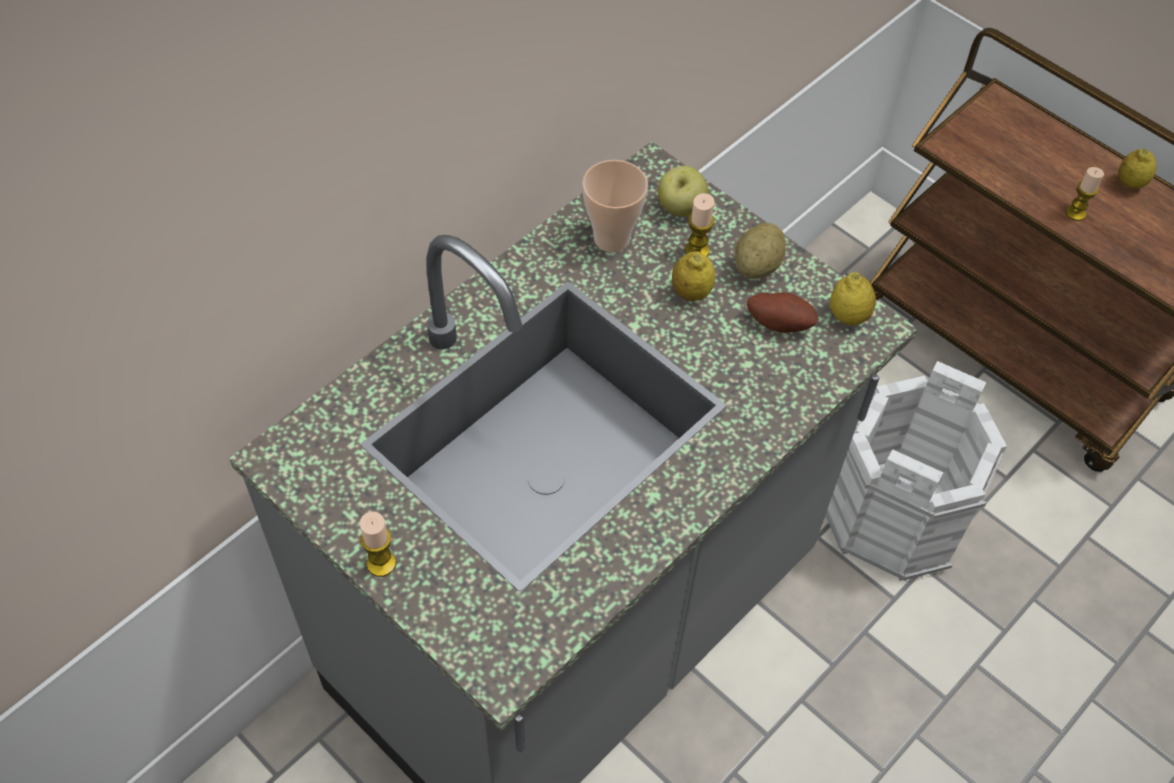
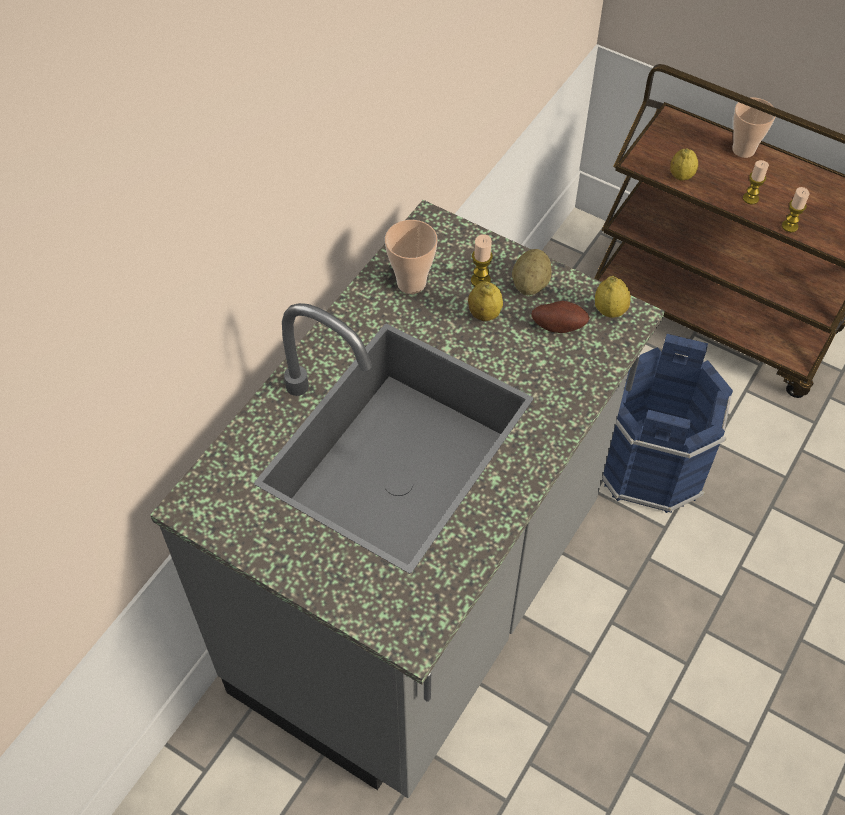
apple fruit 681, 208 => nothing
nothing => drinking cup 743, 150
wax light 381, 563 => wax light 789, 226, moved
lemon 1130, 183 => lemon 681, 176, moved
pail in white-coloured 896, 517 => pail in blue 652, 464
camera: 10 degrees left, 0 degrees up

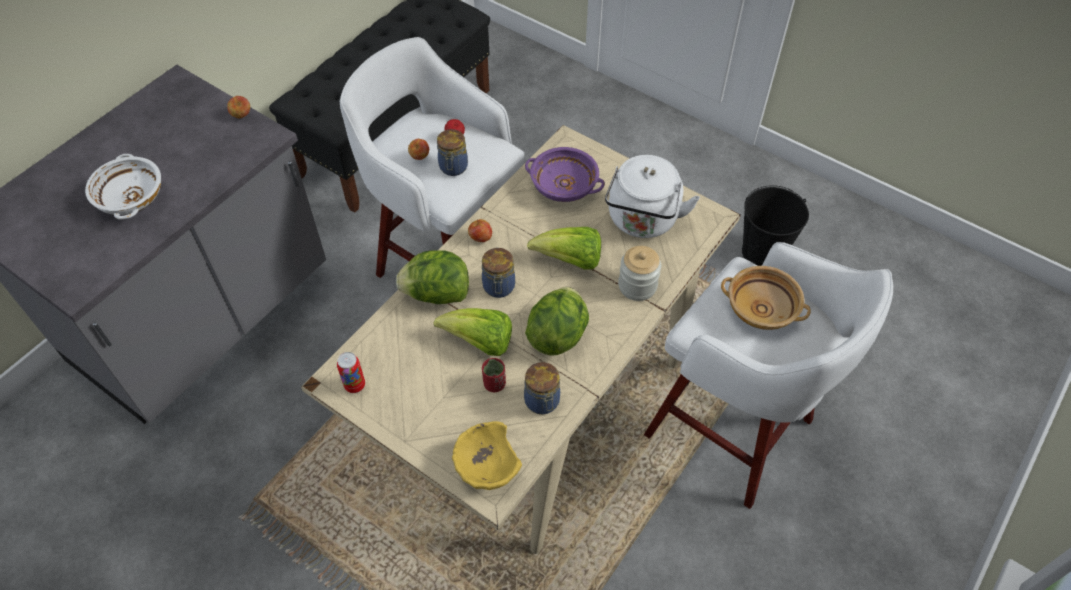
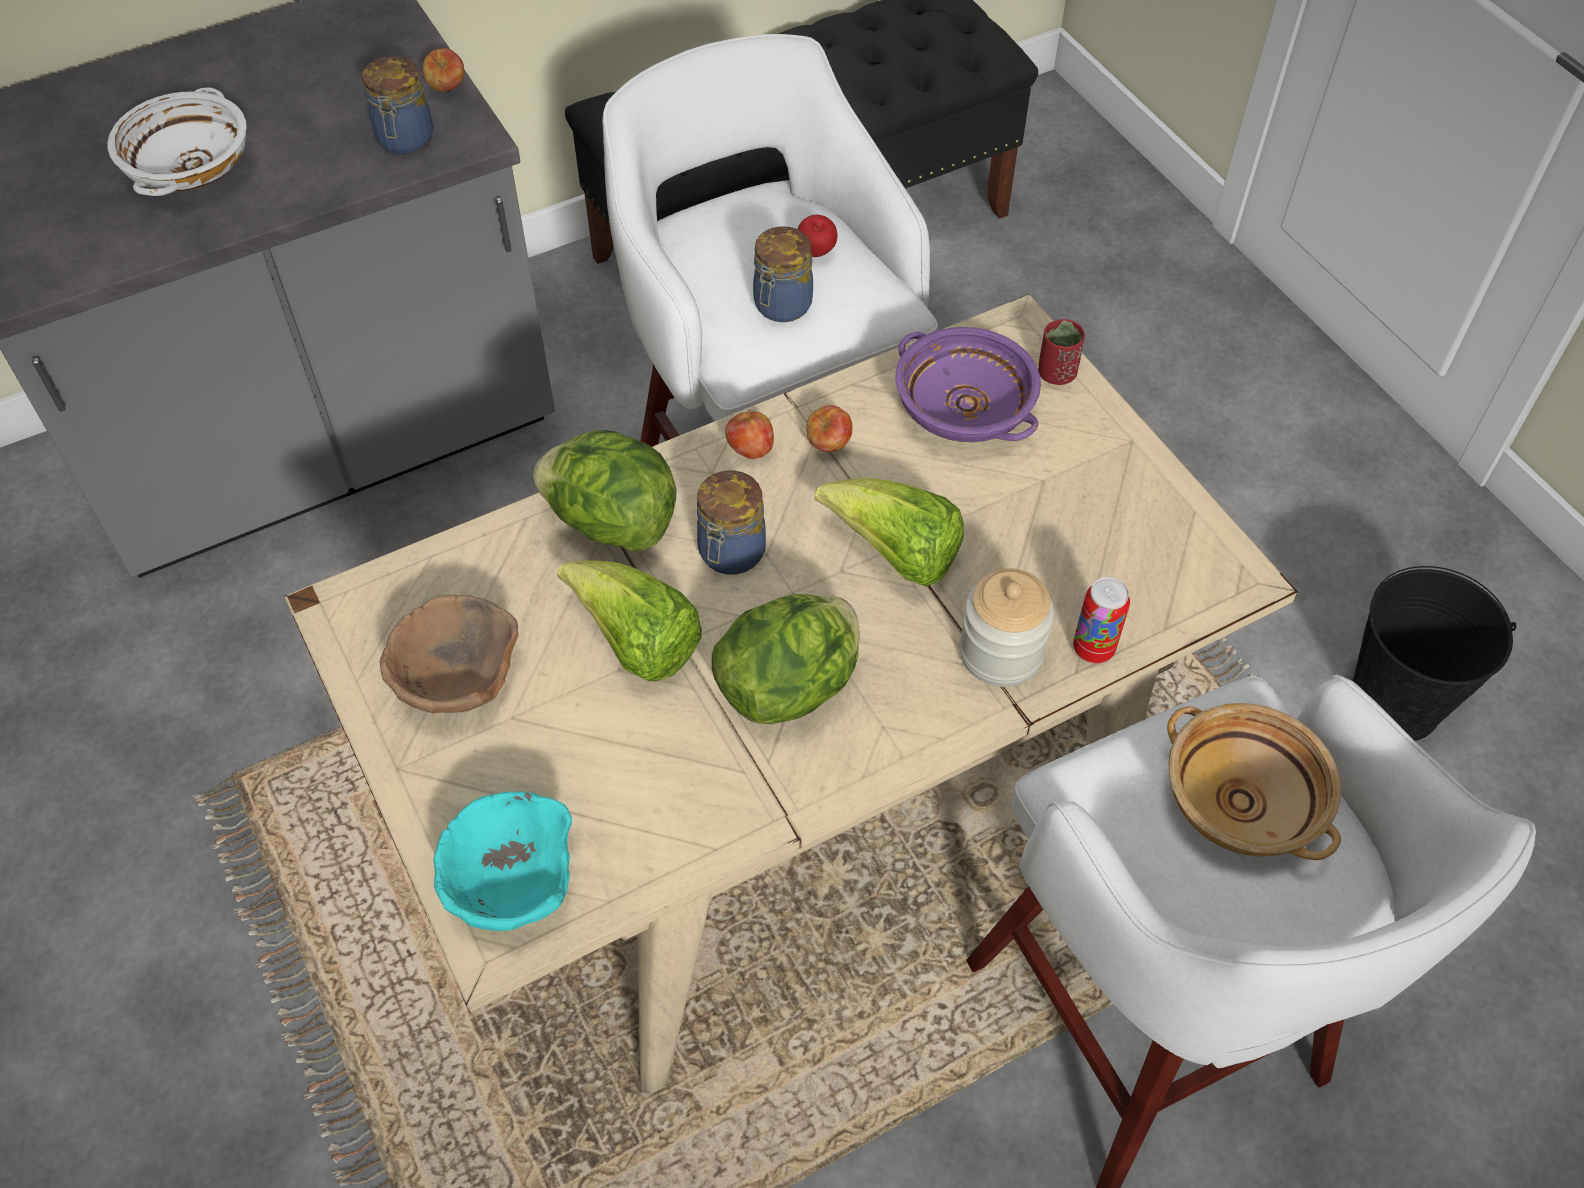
tea kettle in white-coloured 642, 221 => nothing
nothing => deep dish in brown 456, 679
metal can 355, 385 => metal can 1093, 649, moved
apple fruit 420, 157 => apple fruit 829, 445, moved
drinking cup in reddish 494, 384 => drinking cup in reddish 1056, 373, moved
jar 542, 402 => jar 405, 140, moved
deep dish in yellowish 486, 467 => deep dish in turquoise-coloured 510, 883
camera: 25 degrees right, 0 degrees up

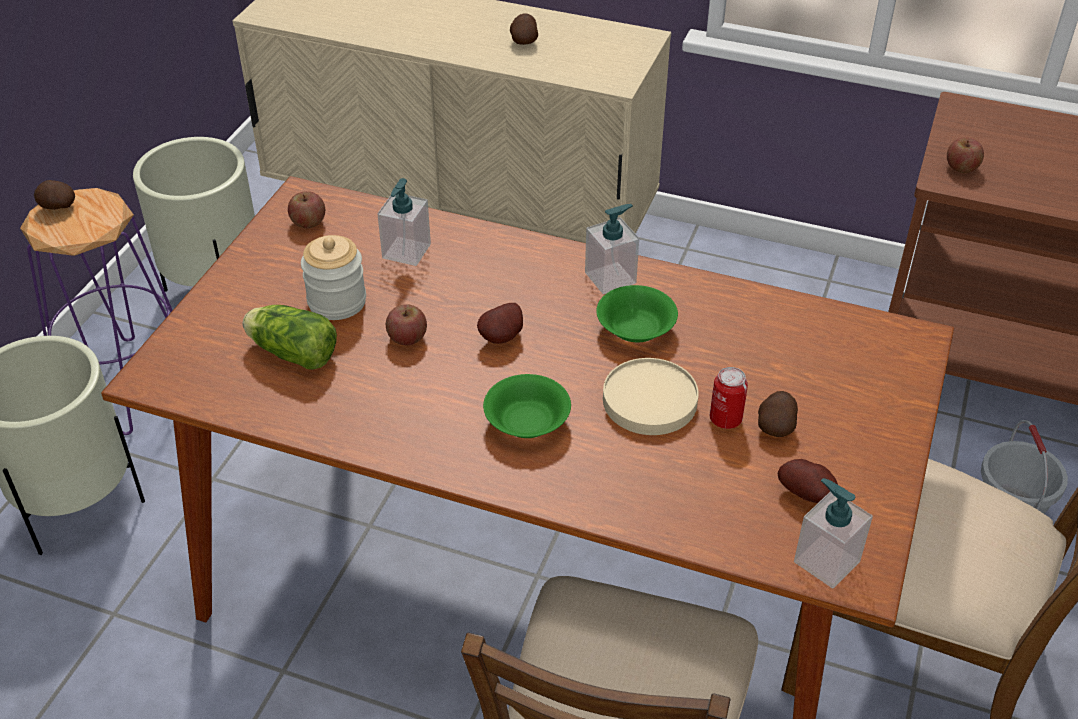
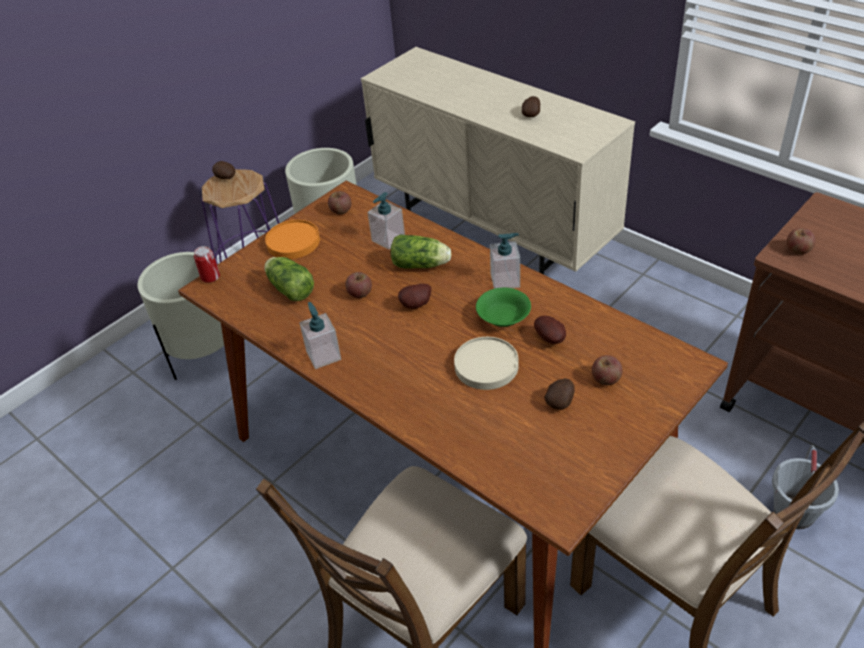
jar 337, 302 => nothing
deep dish in green-coloured 528, 422 => nothing
nothing => flat dish in orangey 293, 242
nothing => lettuce head 422, 265
nothing => apple fruit 606, 379
metal can 725, 419 => metal can 210, 277, moved
spud 807, 494 => spud 551, 339, moved
soap bottle 826, 561 => soap bottle 323, 355, moved
camera: 25 degrees right, 0 degrees up

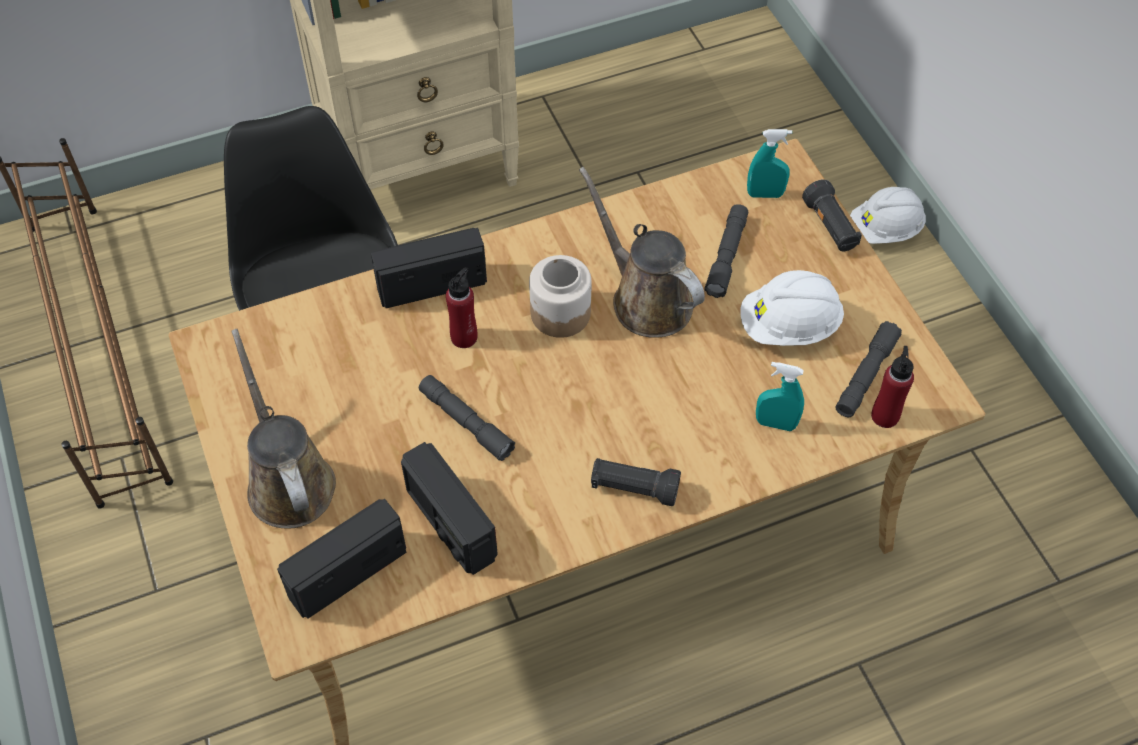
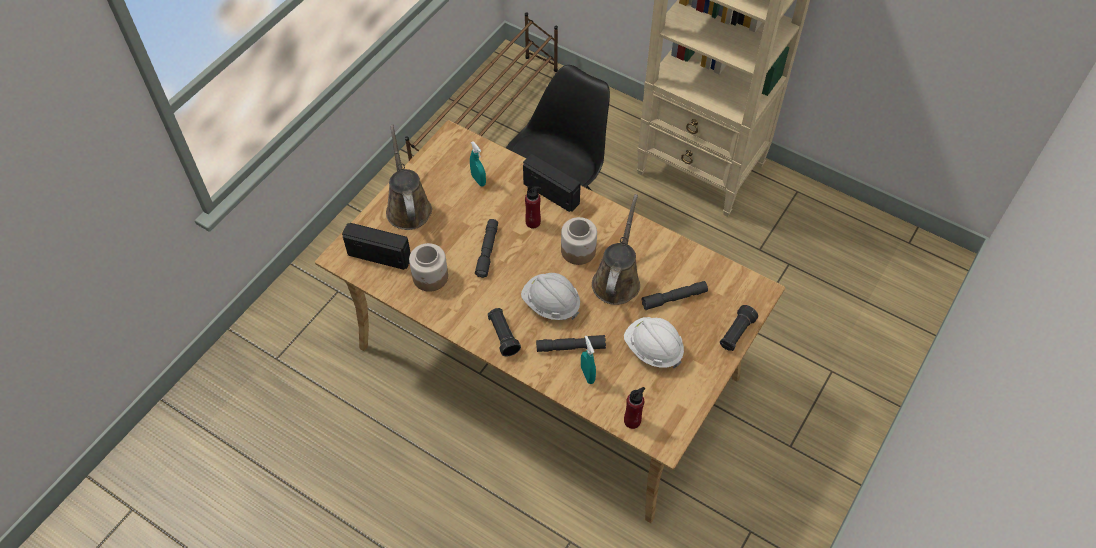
hand sprayer in turquoise-coloured 765, 194 => hand sprayer in turquoise-coloured 478, 180, moved
hand torch in greyish 866, 375 => hand torch in greyish 570, 347, moved
hard hat in white-coloured 885, 230 => hard hat in white-coloured 550, 304, moved
radio receiver 450, 524 => jar 430, 277
watering pot in brown 288, 480 => watering pot in brown 408, 207, 45 degrees counterclockwise
camera: 55 degrees right, 0 degrees up

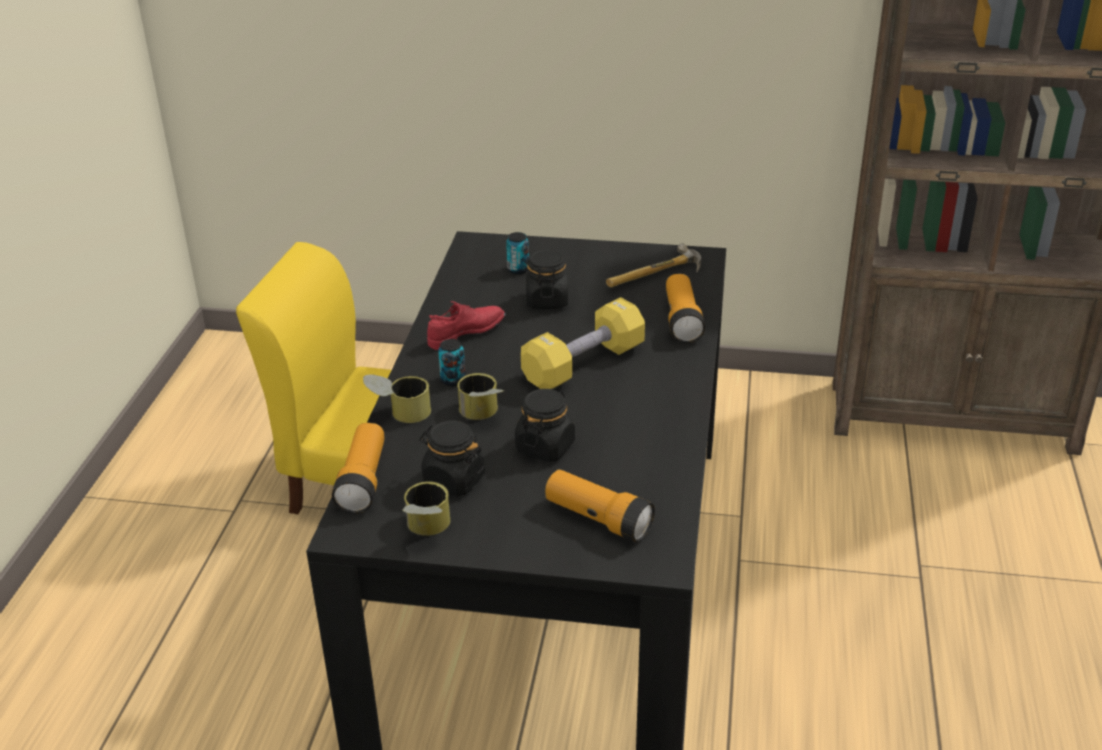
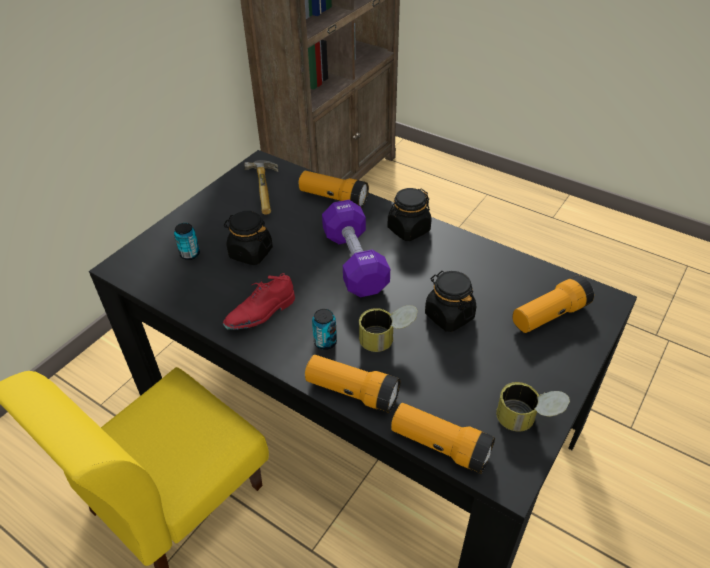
jar in black 453, 480 => jar in black 408, 229, moved
metal can 399, 413 => hand torch 352, 392
dumbbell in yellowish 583, 364 => dumbbell in purple 355, 262
low shoe in reddish 466, 333 => low shoe in reddish 261, 313, 120 degrees counterclockwise
camera: 65 degrees left, 10 degrees up

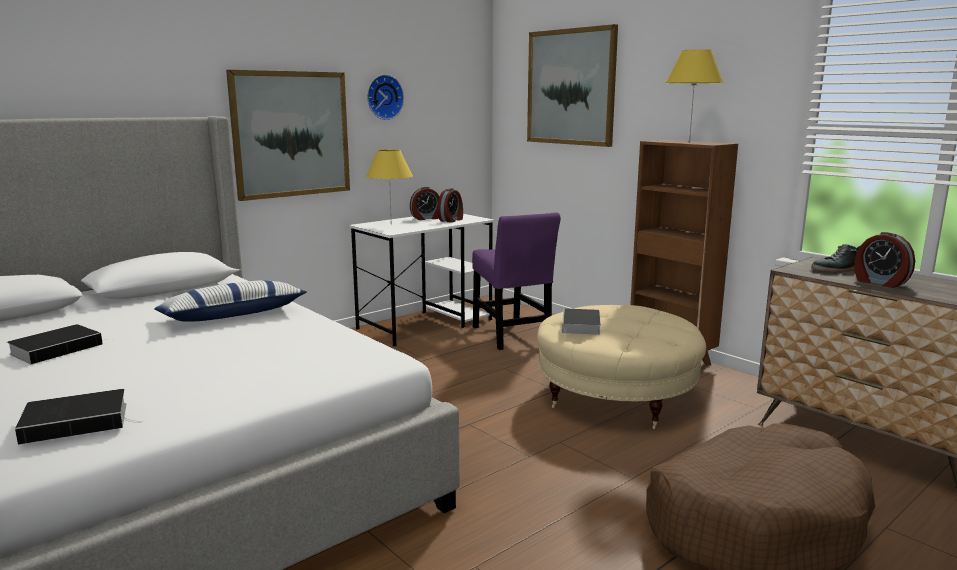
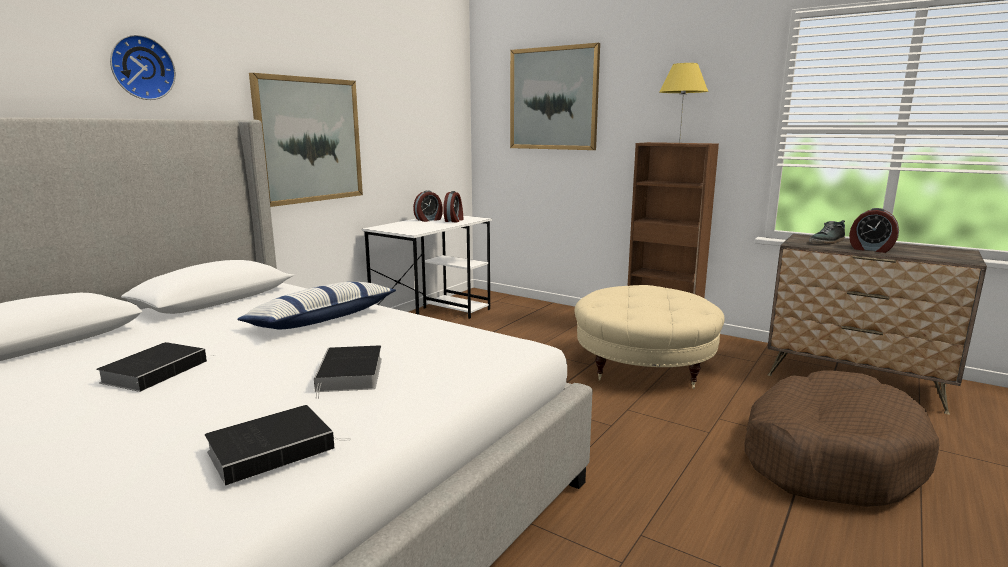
tabletop lamp in yellowish 391, 224 => nothing
upright chair in purple 512, 336 => nothing
wall clock 383, 97 => wall clock 141, 68, moved
bound book 581, 326 => bound book 351, 375, moved
camera: 15 degrees left, 0 degrees up

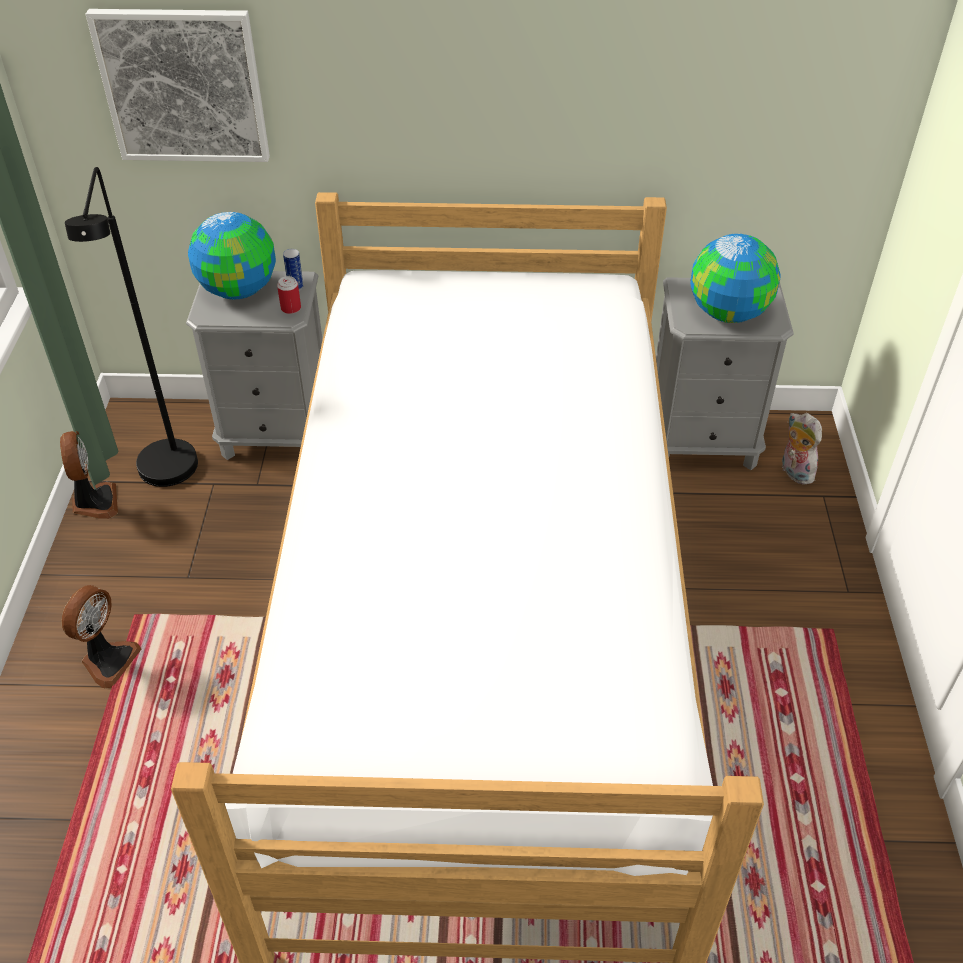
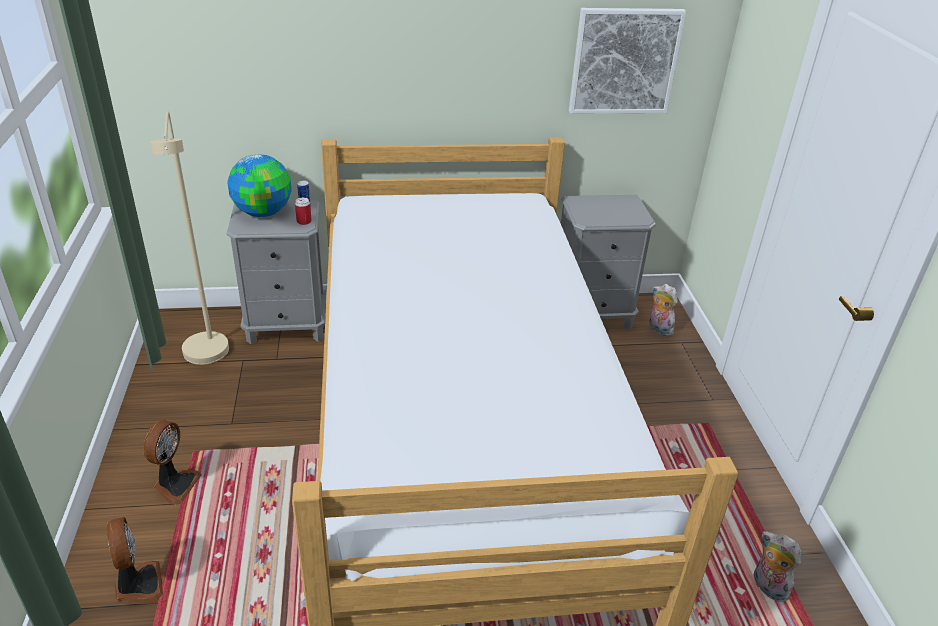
globe 728, 313 => nothing
nothing => soft toy 767, 587
fan 94, 502 => fan 138, 585, moved
picture 183, 86 => picture 624, 61, moved
standing lamp in black 169, 478 => standing lamp in beige 208, 358
camera: 10 degrees left, 10 degrees down

